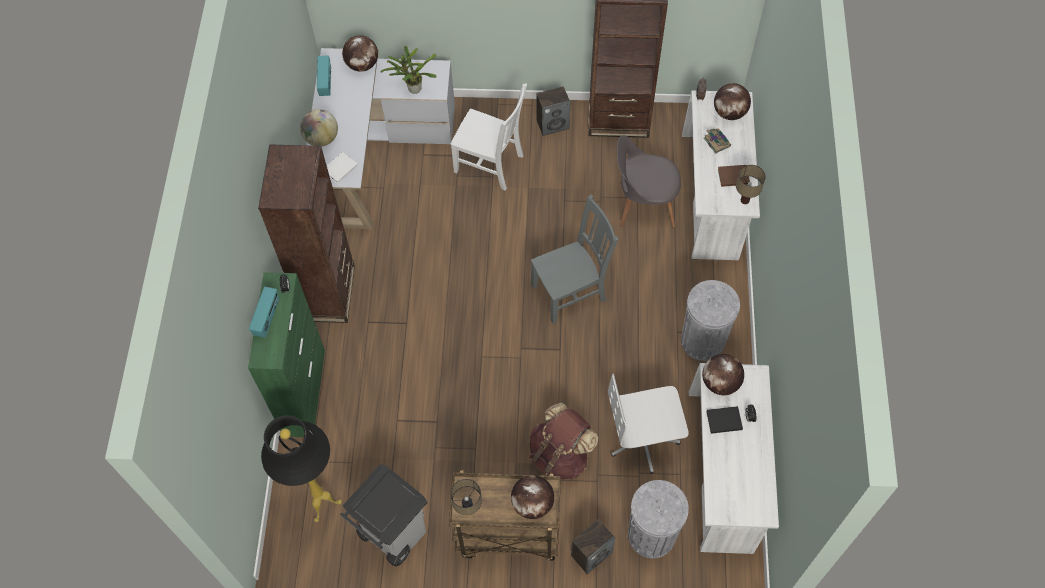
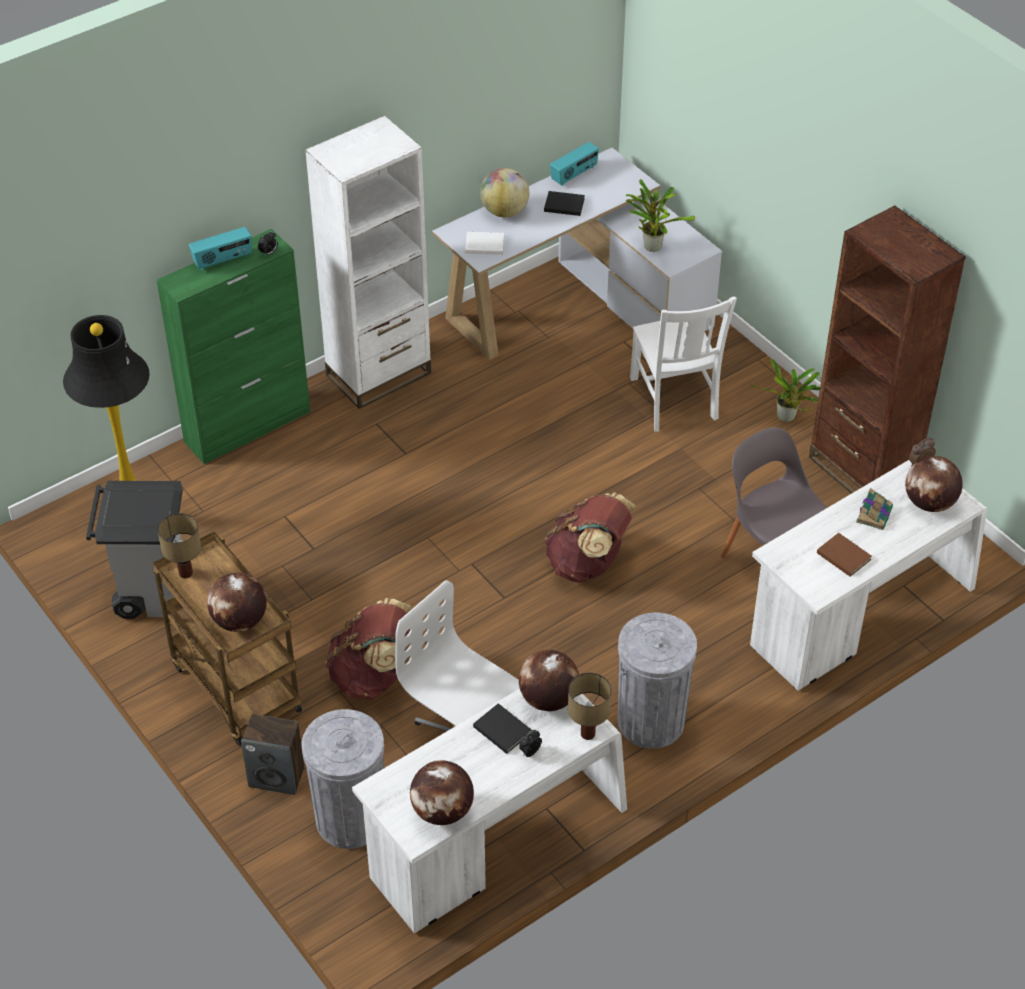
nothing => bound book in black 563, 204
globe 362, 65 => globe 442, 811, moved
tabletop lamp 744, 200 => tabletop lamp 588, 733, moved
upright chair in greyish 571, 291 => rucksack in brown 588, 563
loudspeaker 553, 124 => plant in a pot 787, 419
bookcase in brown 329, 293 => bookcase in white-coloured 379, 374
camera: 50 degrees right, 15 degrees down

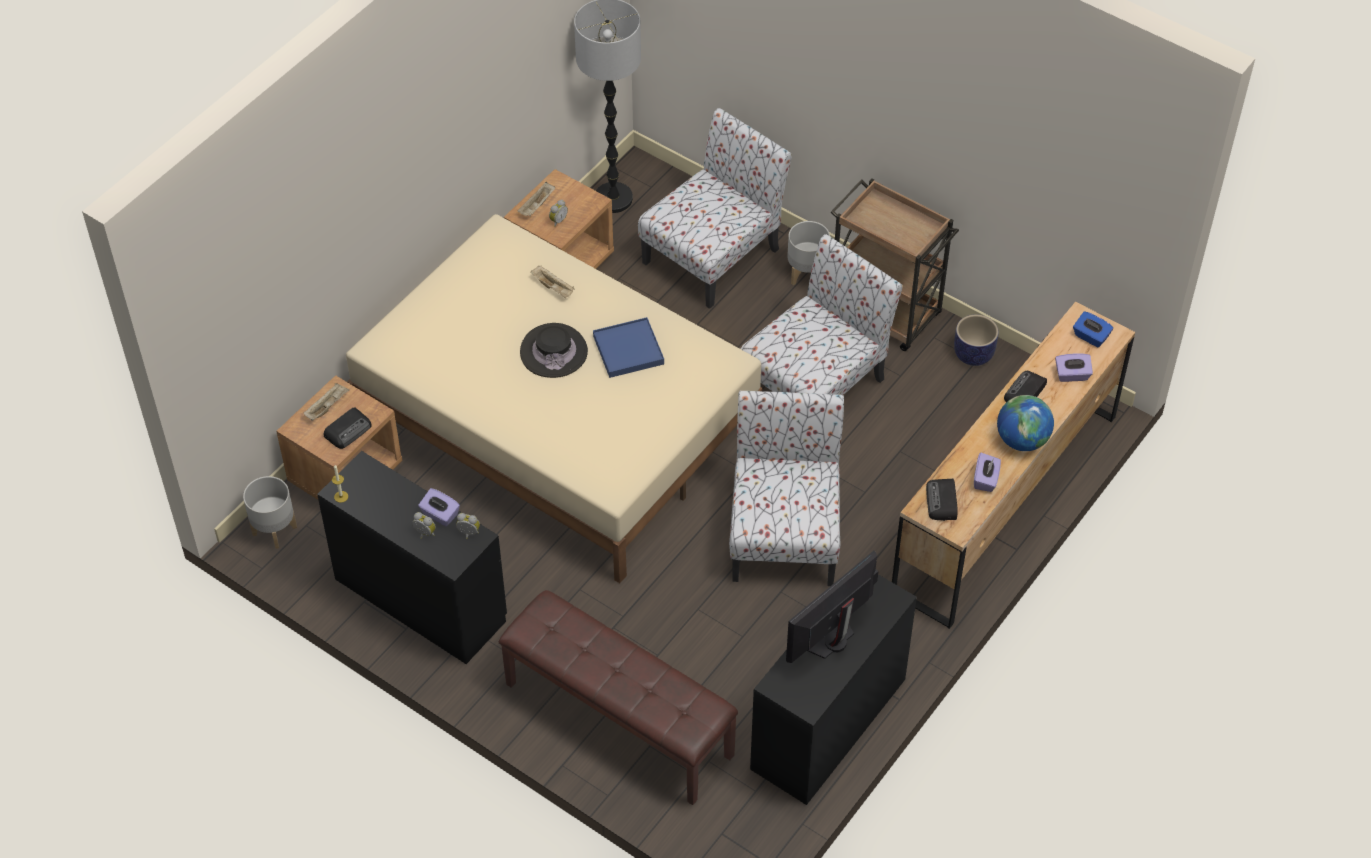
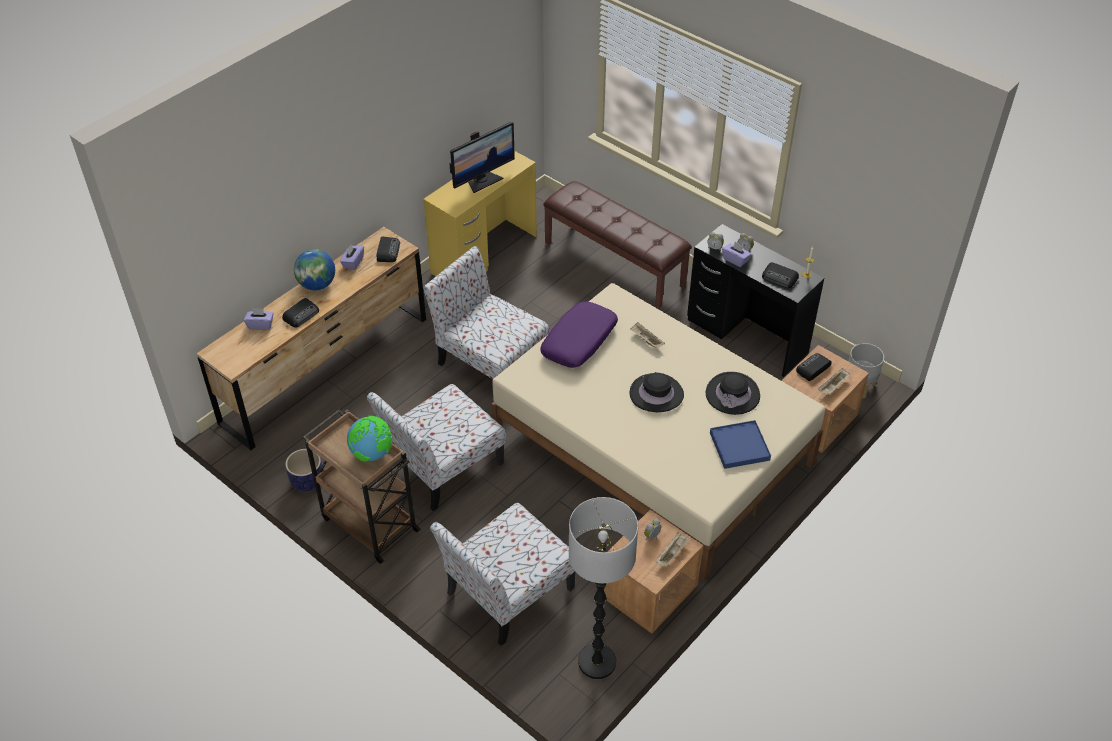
planter in greyish 807, 274 => nothing
box of tissues in blue 1090, 337 => nothing
nothing => globe 372, 453
nothing => pillow in purple 579, 342
nothing => wearable hat in black 732, 394
nothing => radio receiver 780, 278
serving tray in beige 553, 287 => serving tray in beige 646, 340, moved
serving tray in blue 628, 350 => serving tray in blue 739, 446, moved
desk in black 829, 724 => desk in yellowish 484, 254
upright chair 784, 532 => upright chair 489, 361, 120 degrees clockwise
camera: 175 degrees left, 5 degrees down

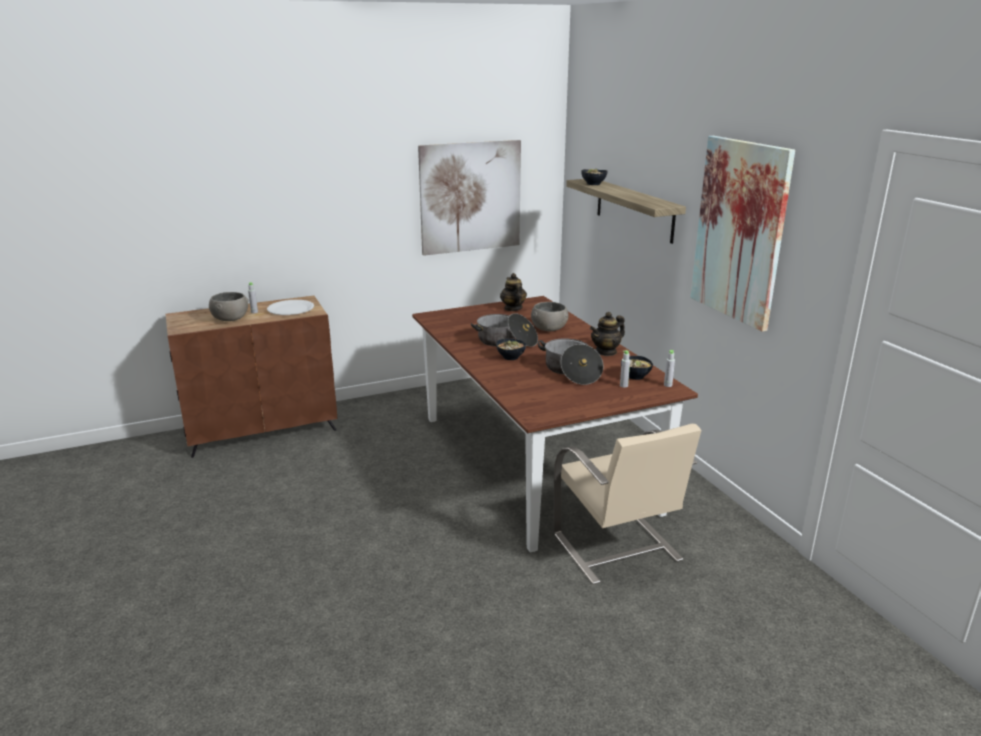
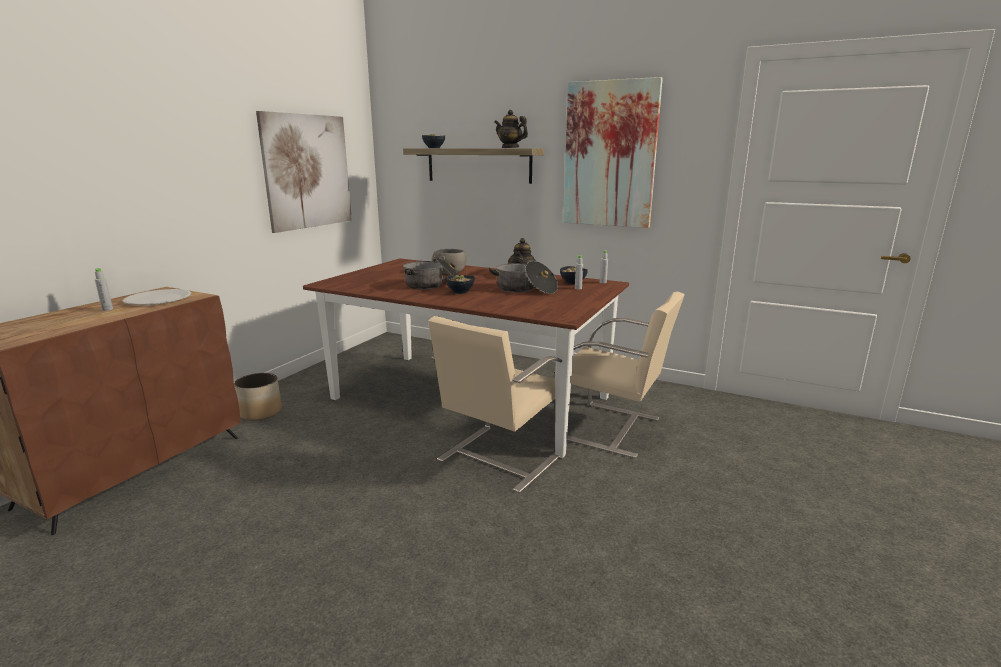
deep dish in greyish 230, 319 => nothing
nothing => planter 260, 412
nothing => upright chair in beige 499, 457
pot for tea 513, 308 => pot for tea 510, 148, moved
camera: 40 degrees left, 5 degrees down

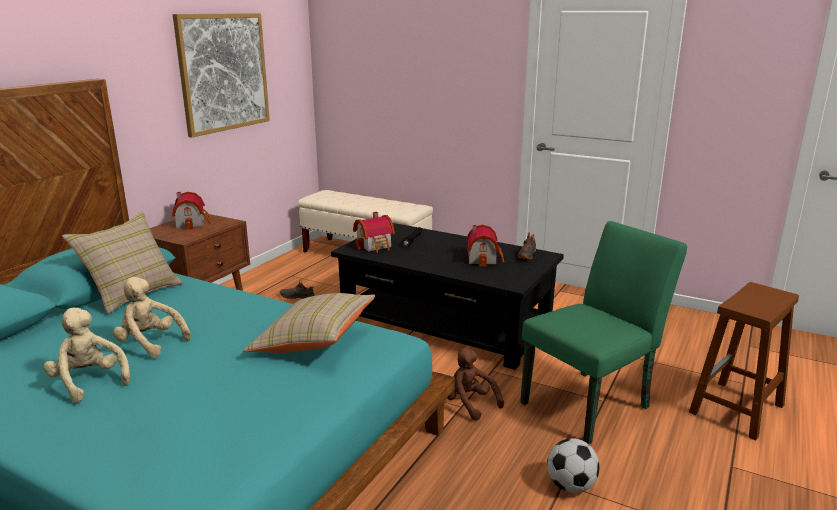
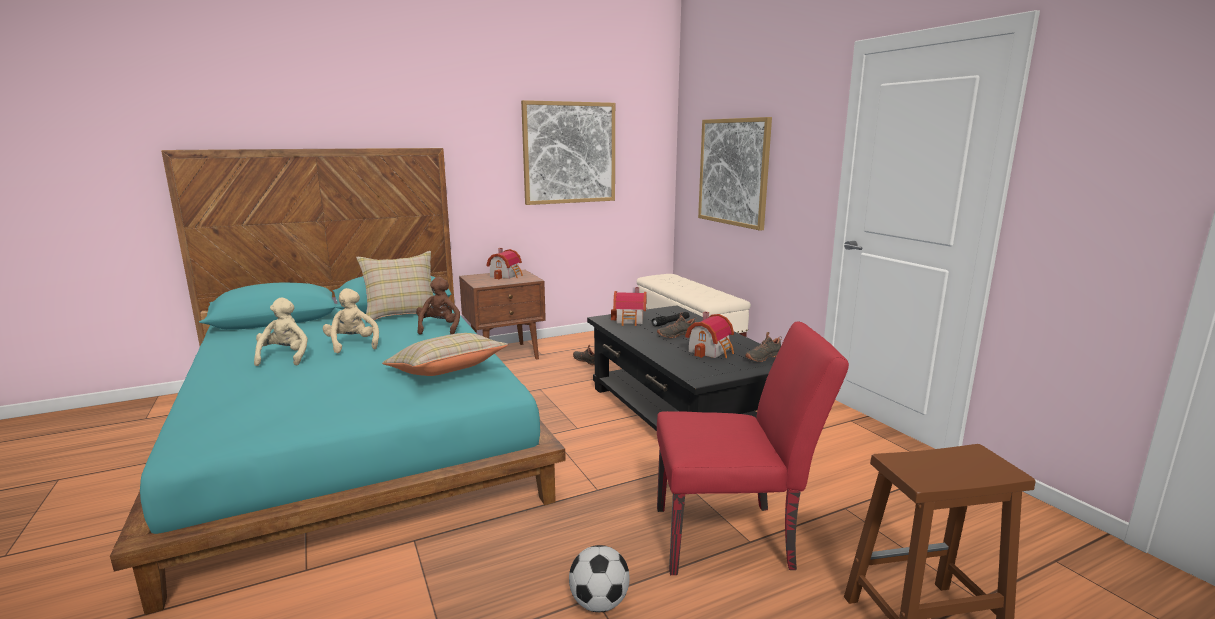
nothing => low shoe in black 676, 335
nothing => picture 733, 172
soft toy in brown 470, 404 => soft toy in brown 439, 328, moved
upright chair in green-coloured 592, 402 => upright chair in reddish 734, 538
camera: 35 degrees right, 5 degrees down

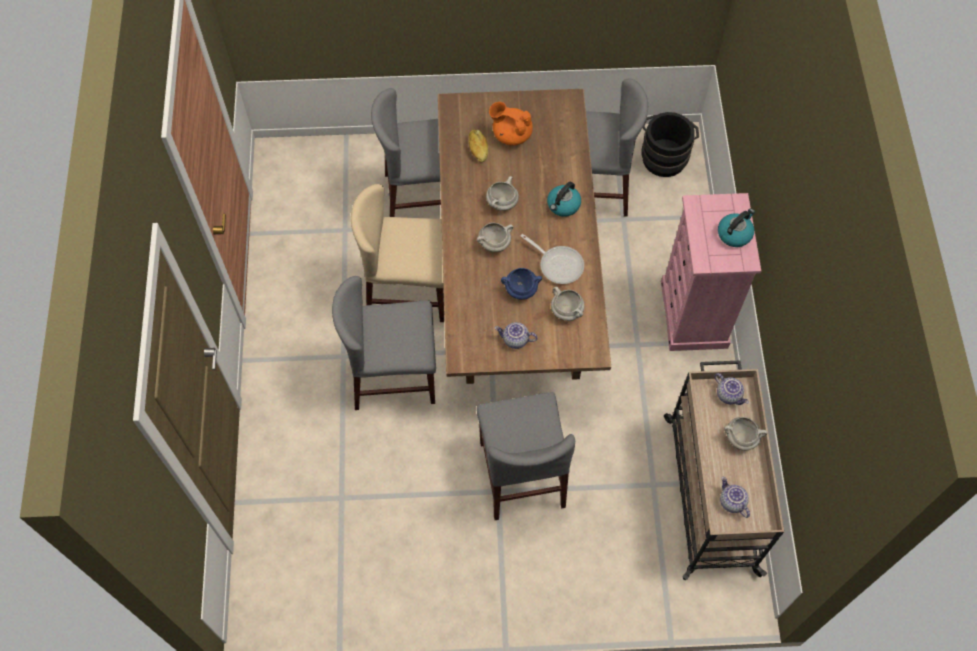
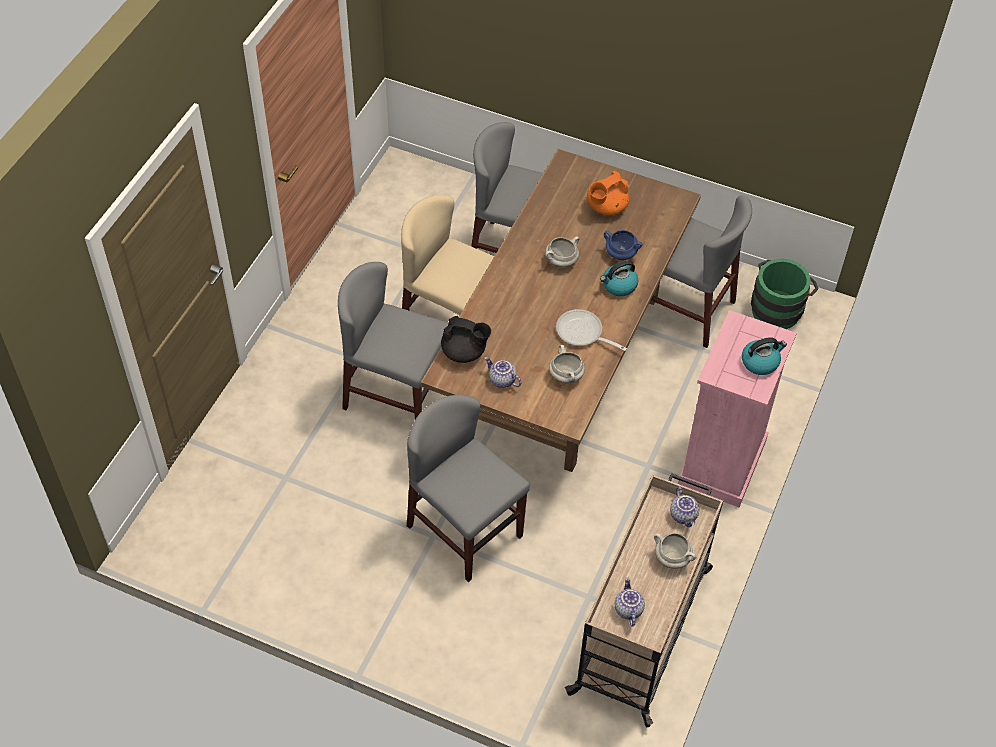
bakery bread 478, 148 => nothing
stockpot in white-coloured 494, 243 => nothing
nothing => pot for tea in black 464, 352
stockpot in blue 520, 290 => stockpot in blue 620, 254, moved
pail in black 664, 154 => pail in green-coloured 778, 308
upright chair in greyish 521, 474 => upright chair in greyish 465, 531, 120 degrees clockwise
pot for tea in orangey 511, 134 => pot for tea in orangey 606, 207, 90 degrees counterclockwise
frying pan 558, 264 => frying pan 582, 333, 150 degrees clockwise
camera: 25 degrees right, 10 degrees down

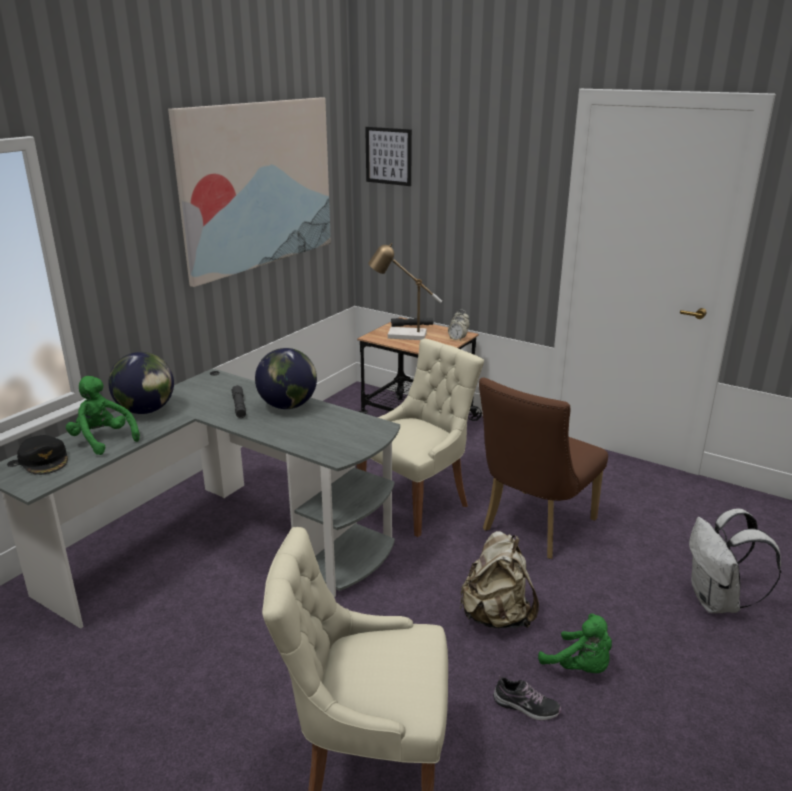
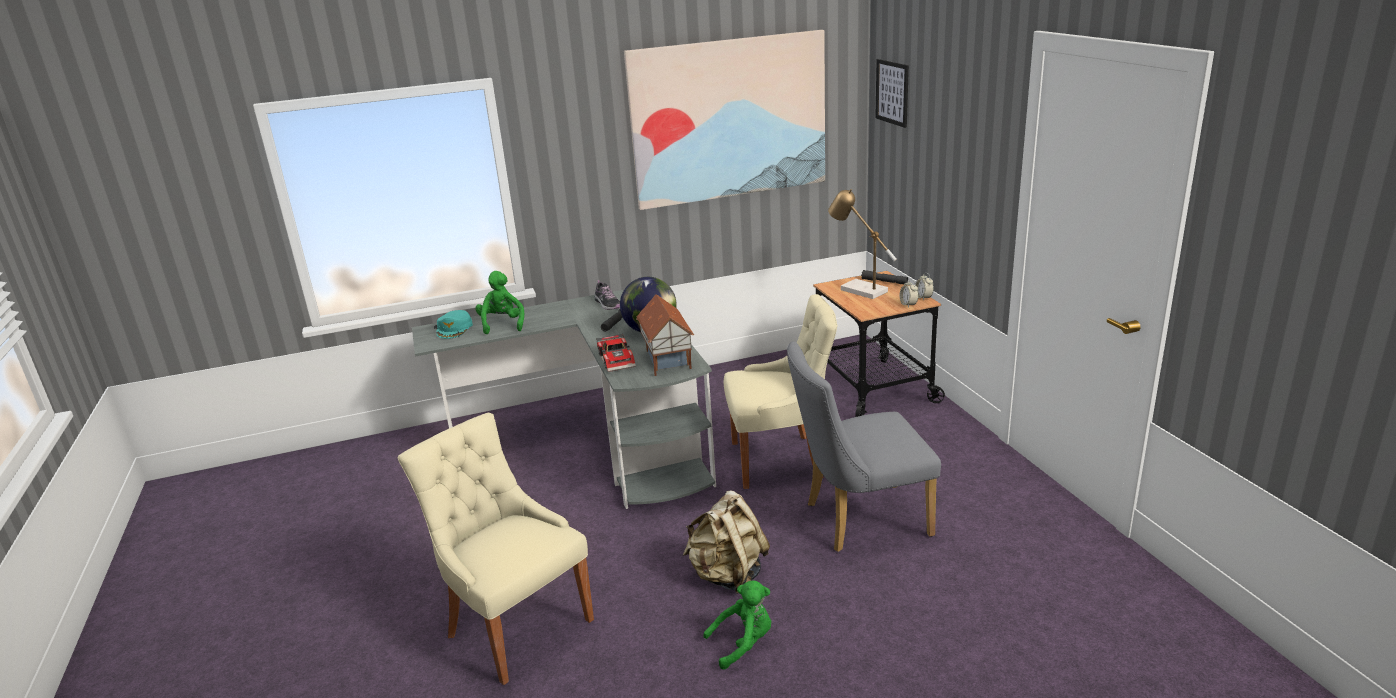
globe 145, 411 => nothing
rucksack in white-coloured 717, 602 => nothing
nothing => miniature car 618, 359
nothing => miniature house 666, 360
low shoe 526, 707 => low shoe 608, 304, moved
cap in black 44, 460 => cap in turquoise-coloured 454, 329
upright chair in brown 533, 528 => upright chair in greyish 858, 520
soft toy in green-coloured 579, 667 => soft toy in green-coloured 743, 643, 105 degrees counterclockwise
camera: 40 degrees right, 0 degrees up

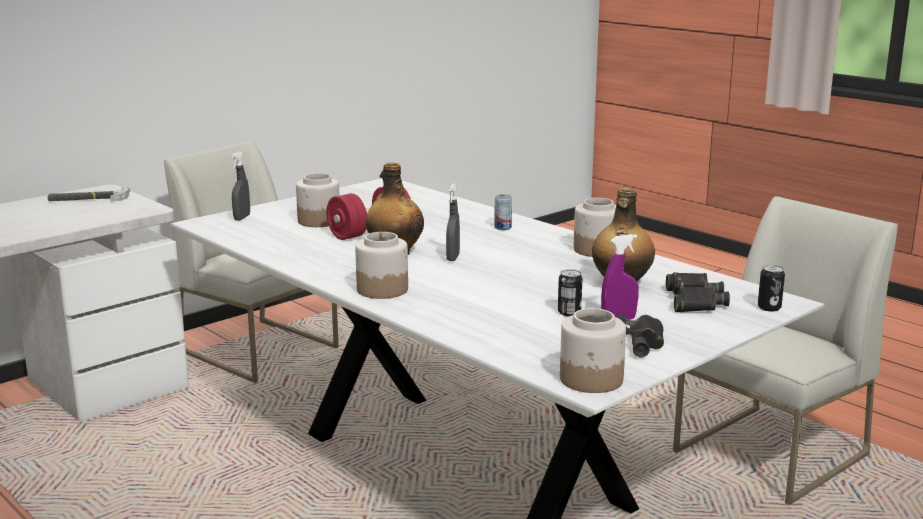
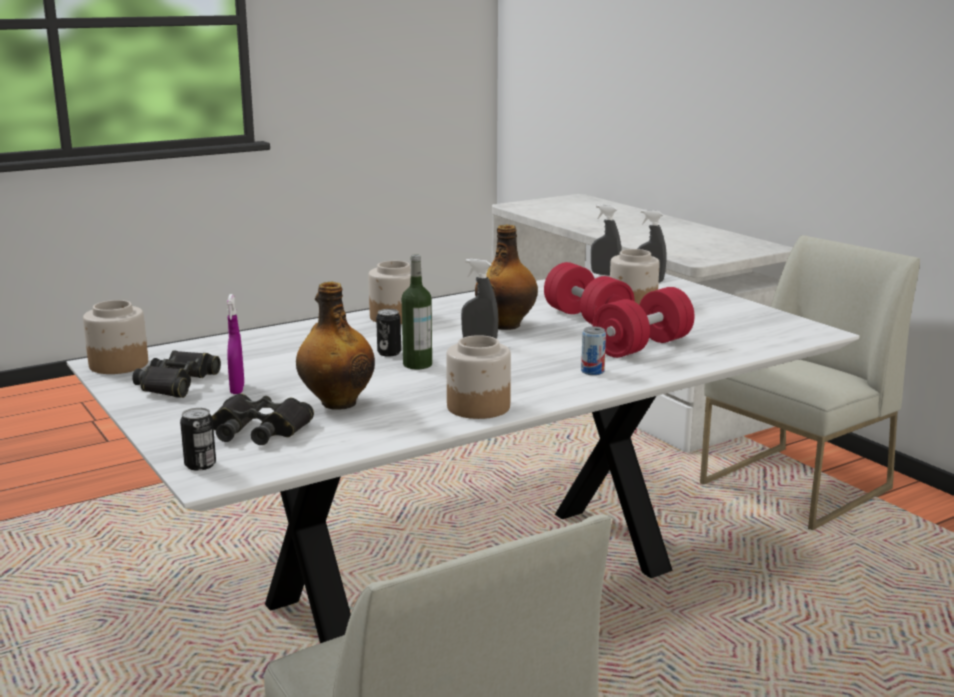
hammer 88, 199 => nothing
nothing => bottle 417, 364
nothing => hand sprayer in greyish 605, 274
nothing => dumbbell in reddish 642, 346
metal can 569, 312 => metal can 389, 353, moved
camera: 100 degrees right, 0 degrees up

